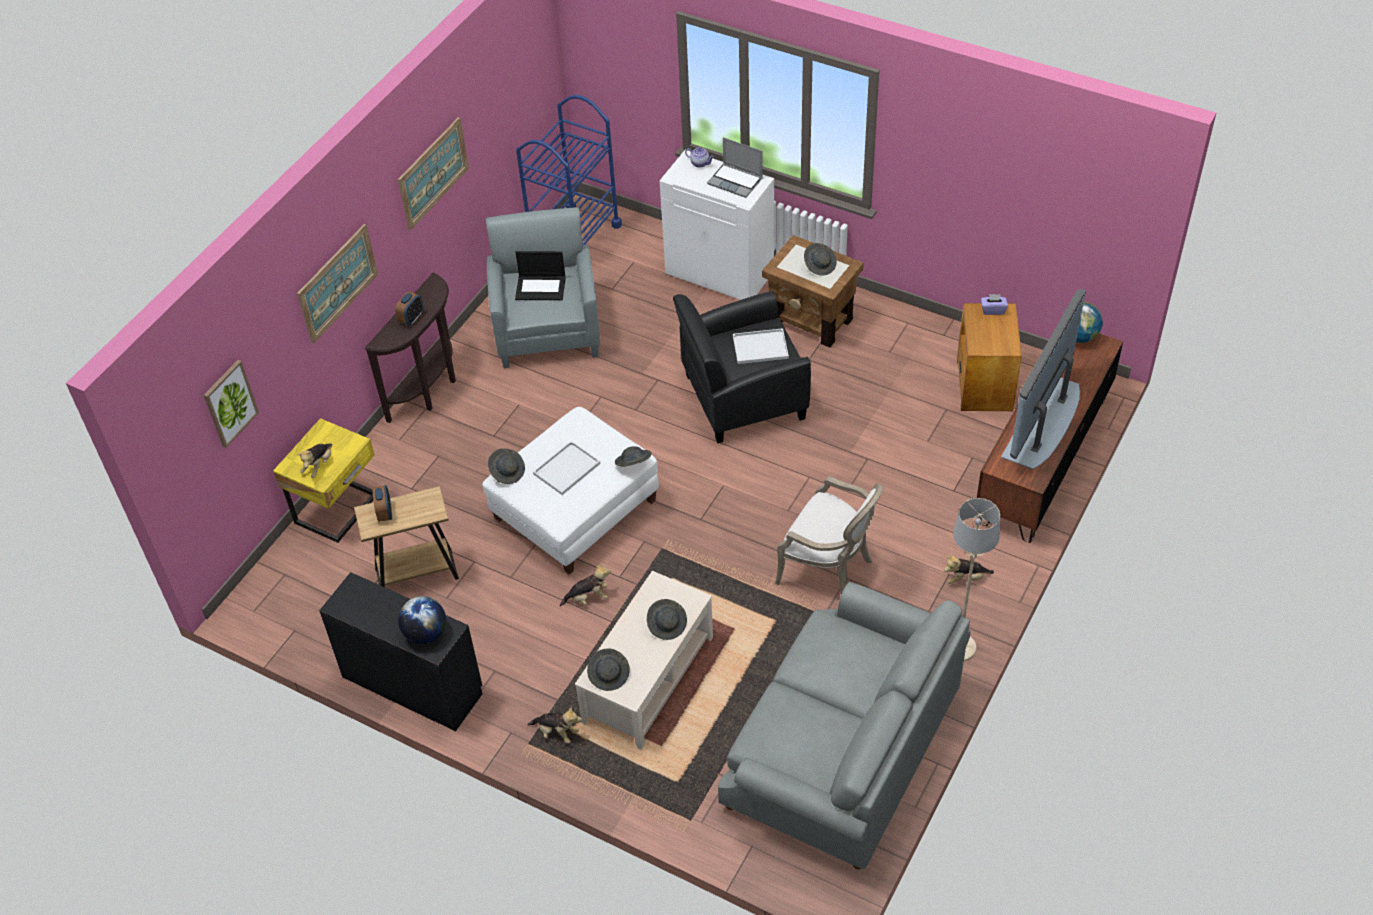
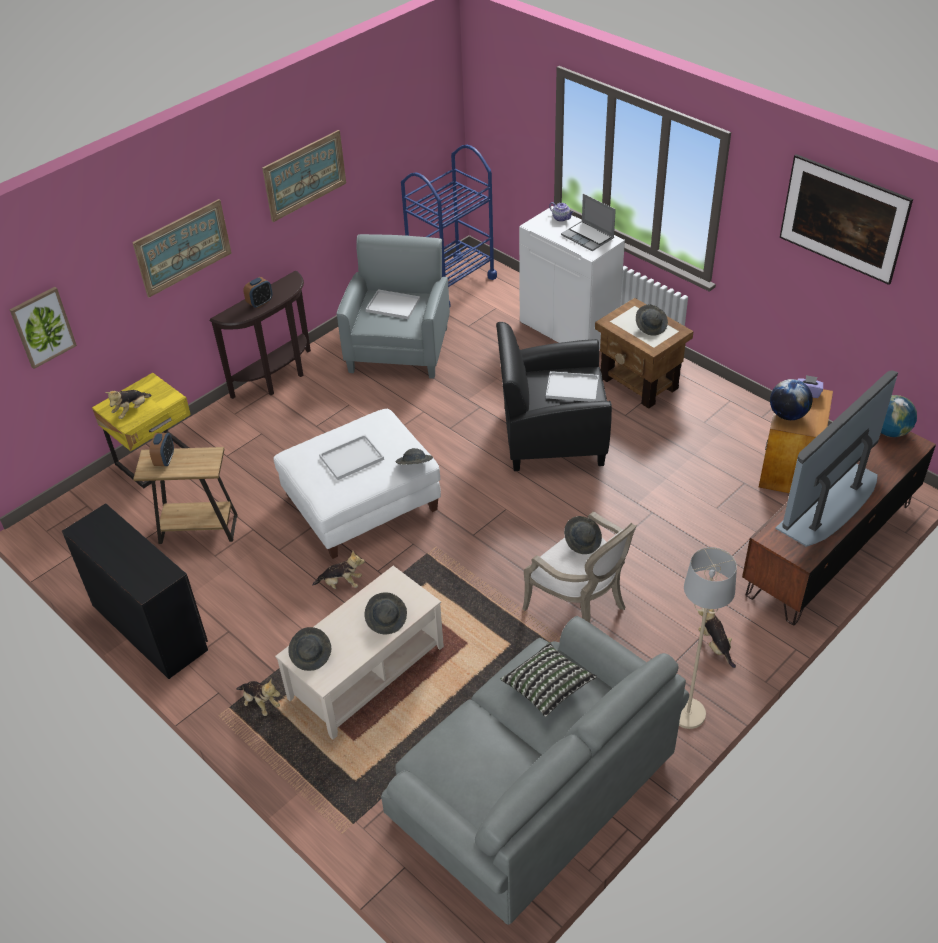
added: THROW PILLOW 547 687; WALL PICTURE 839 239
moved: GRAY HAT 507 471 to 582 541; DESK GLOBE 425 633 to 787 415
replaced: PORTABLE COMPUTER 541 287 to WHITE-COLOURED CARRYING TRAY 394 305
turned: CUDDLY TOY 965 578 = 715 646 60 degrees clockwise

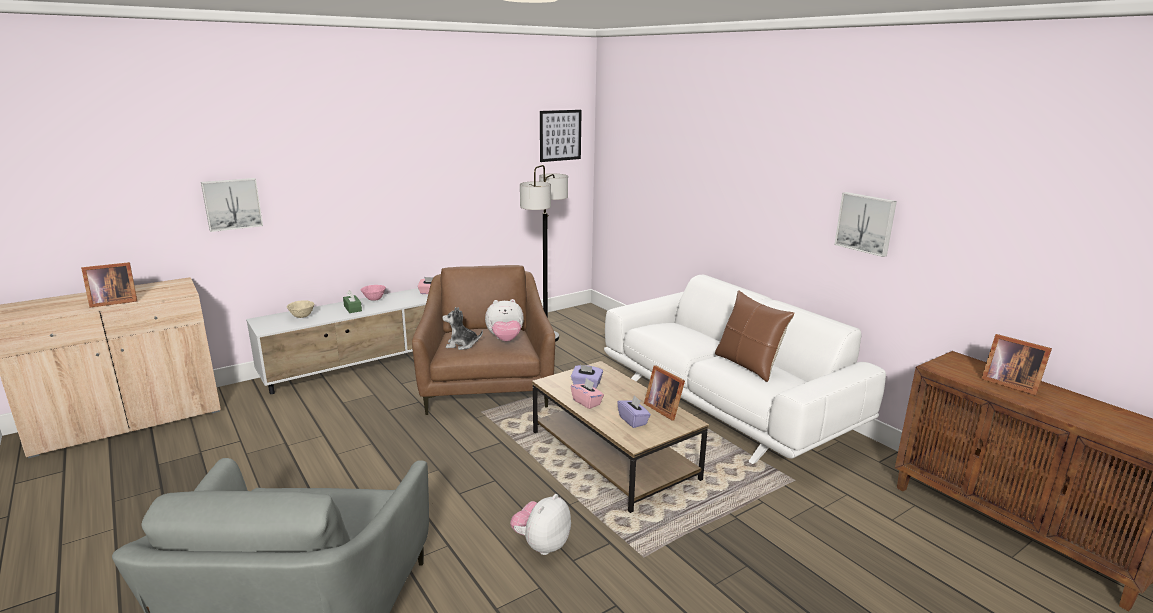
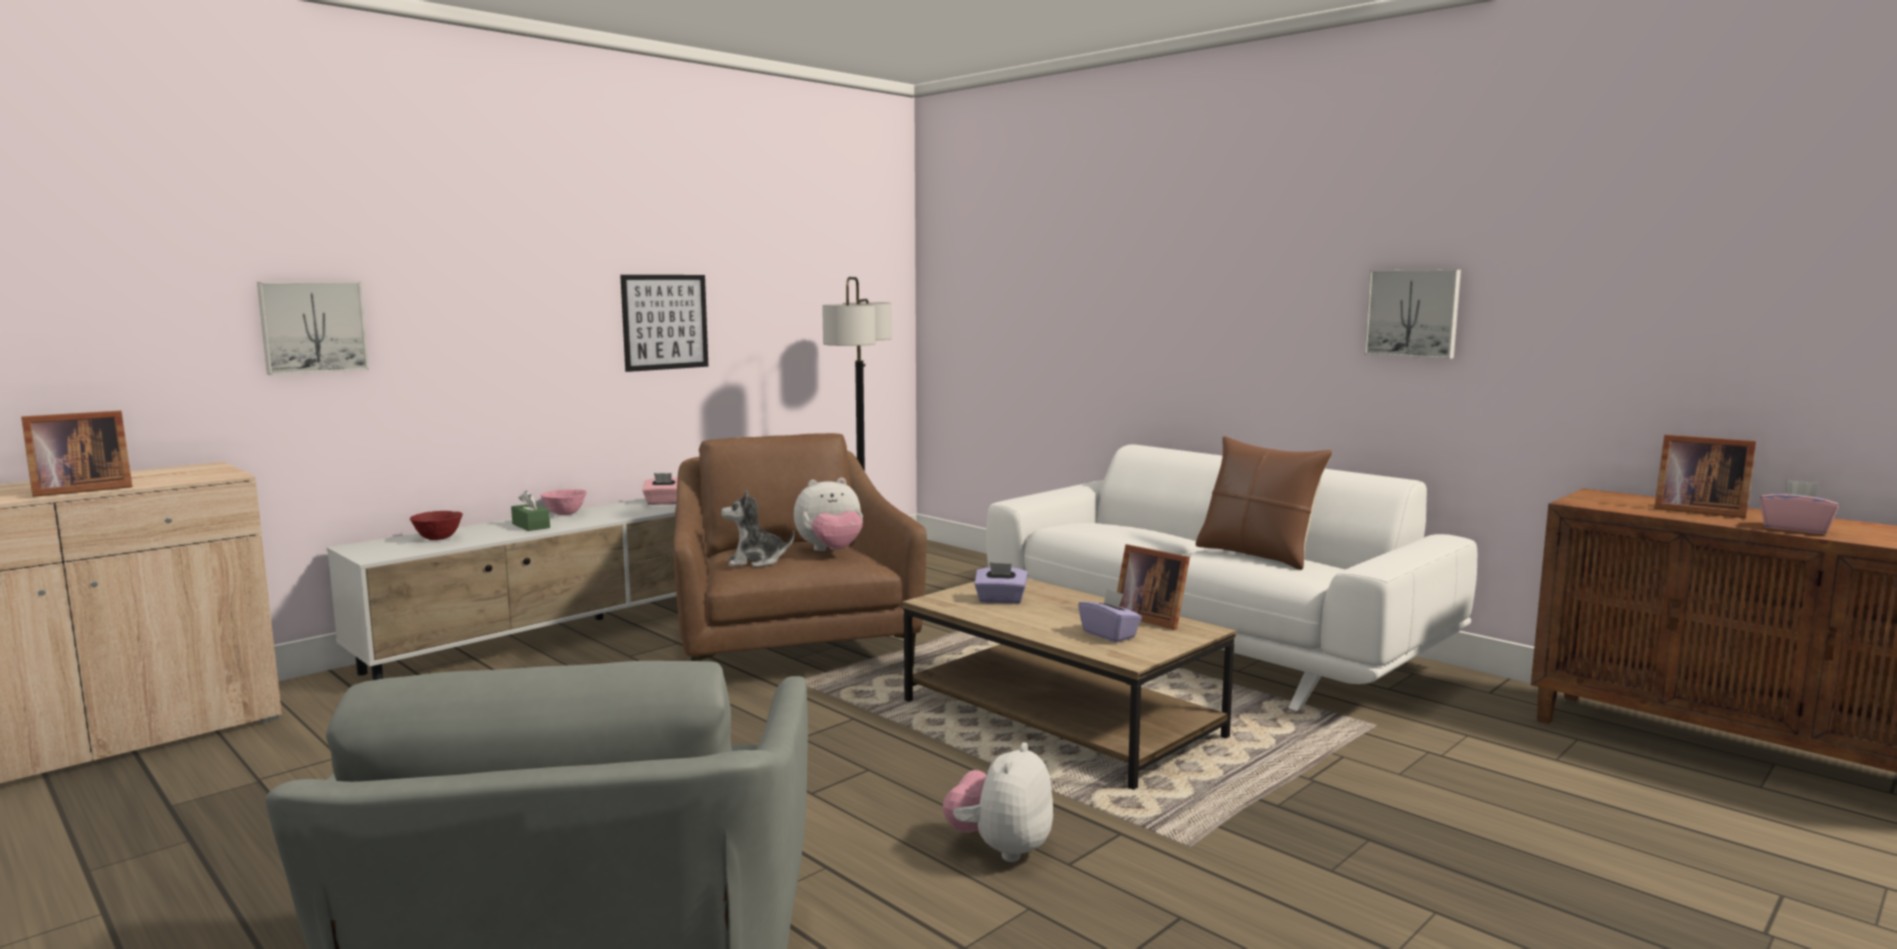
moved: WALL PICTURE 560 135 to 665 322; PINK-COLOURED TISSUE BOX 587 402 to 1795 529
recoloured: BEIGE BOWL 302 316 to RED-COLOURED BOWL 438 539

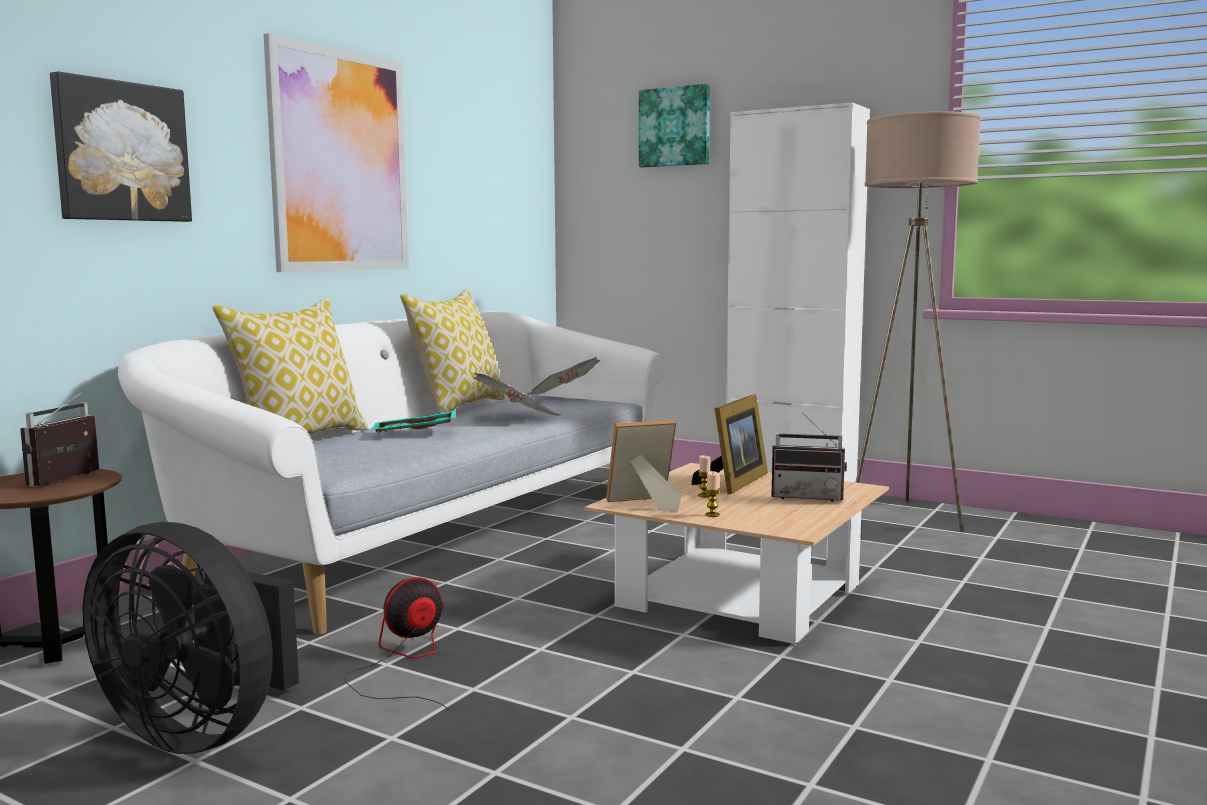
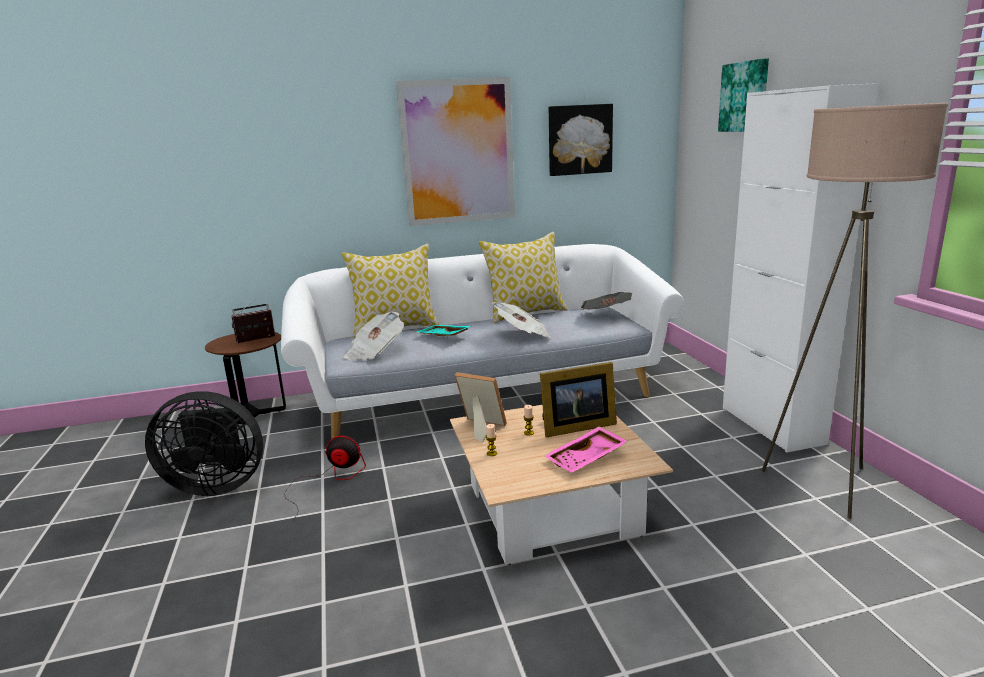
added: DAILY PAPER 375 352
moved: WALL PICTURE 120 152 to 579 140
replaced: RADIO SET 808 497 to PINK-COLOURED CARRYING TRAY 587 459
turned: BLACK-COLOURED ELECTRIC FAN 201 731 = 216 485 75 degrees counterclockwise

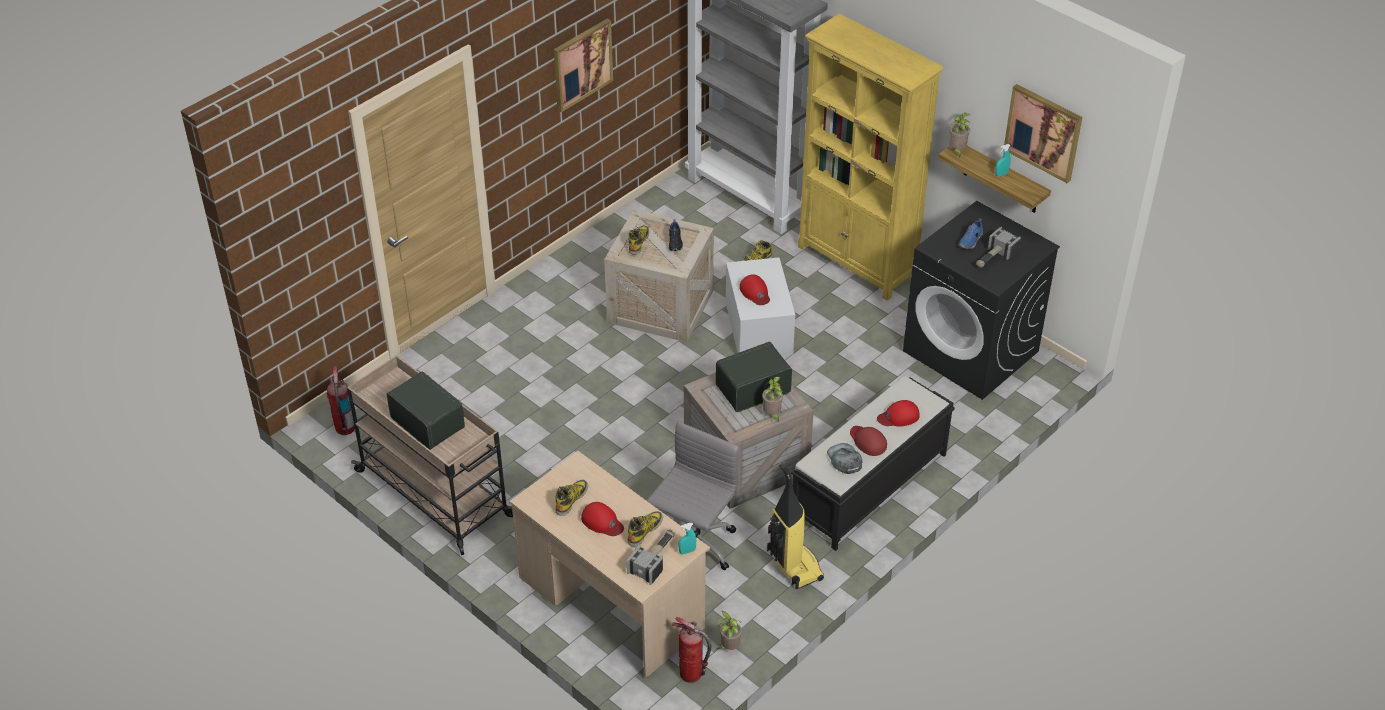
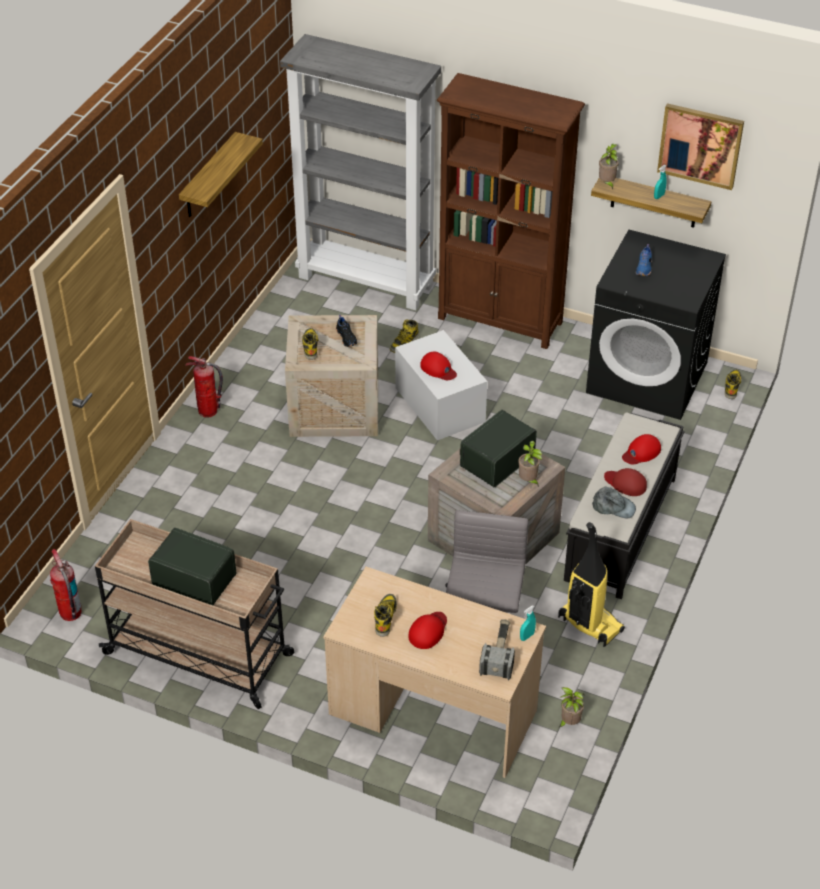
removed: TOOL HAMMER 993 257
moved: FIRE-FIGHTING CYLINDER 691 674 to 208 411; HIGH-TOP BOOT 645 530 to 732 386
replaced: WALL PICTURE 582 64 to WALL SHELF 209 177
recoloured: YELLOW SHELVING UNIT 857 263 to BROWNISH SHELVING UNIT 501 320
turned: RED-COLOURED BASEBALL CAP 602 522 = 428 631 75 degrees counterclockwise; GRAY BASEBALL CAP 844 460 = 613 507 150 degrees clockwise

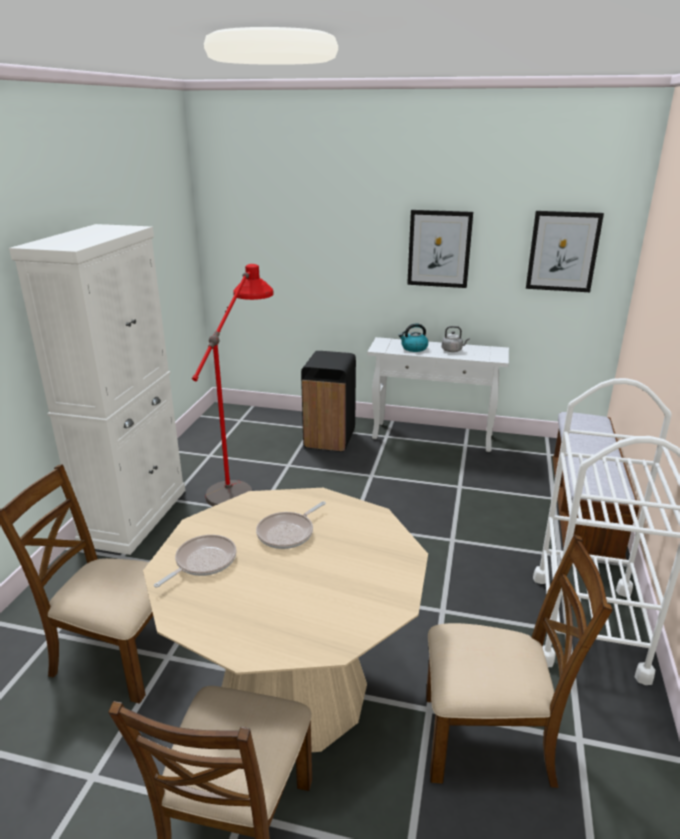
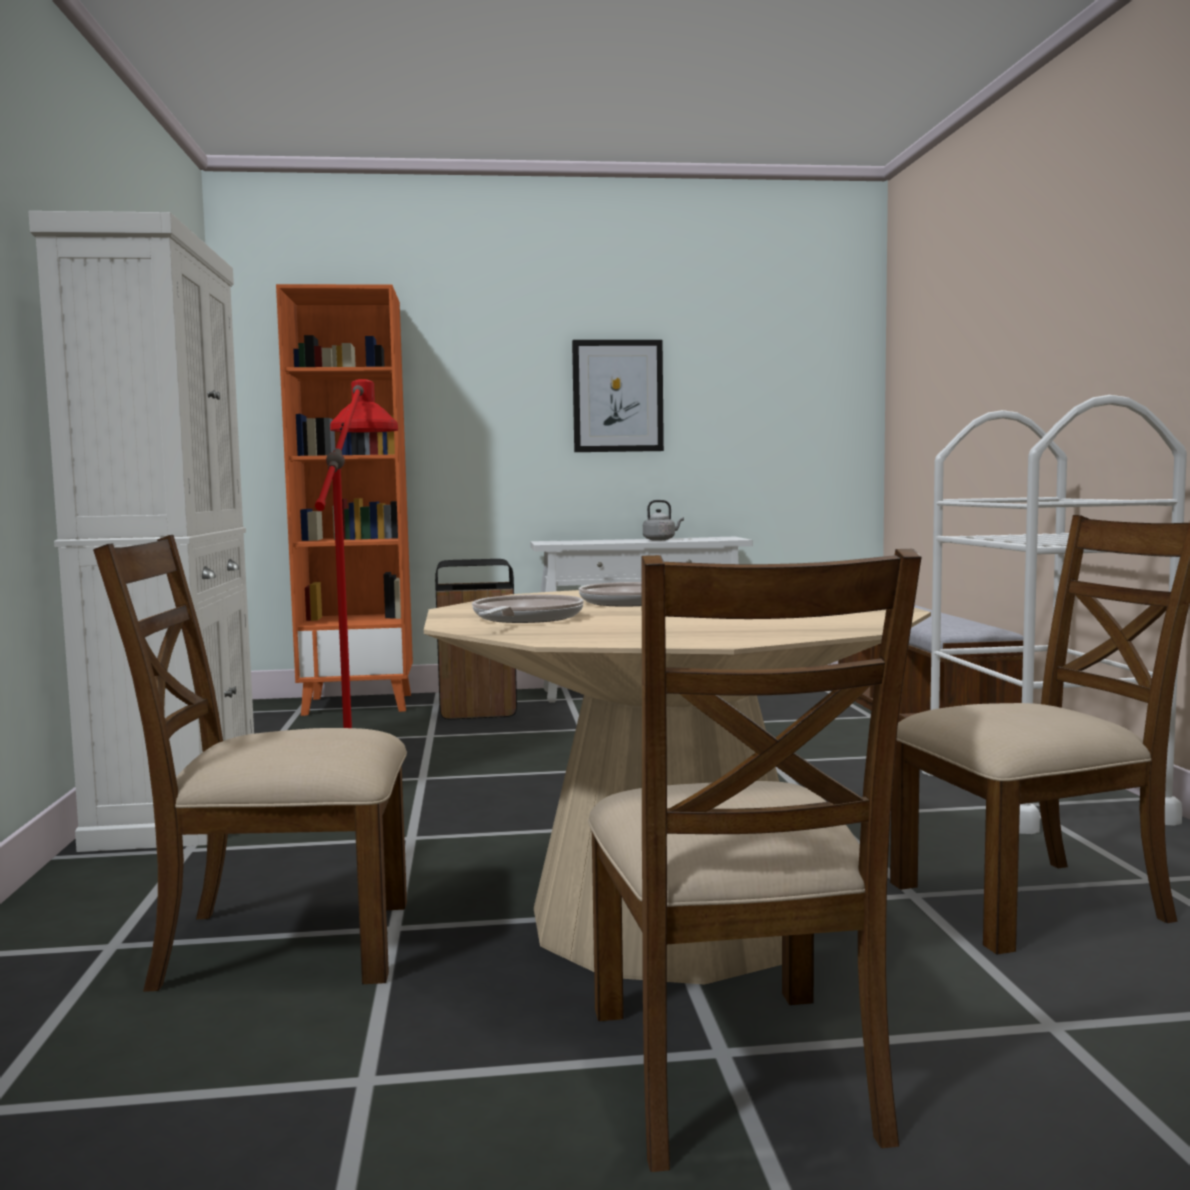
removed: TEA KETTLE 413 348; WALL PICTURE 563 251
added: ORANGEY SHELVING UNIT 359 704

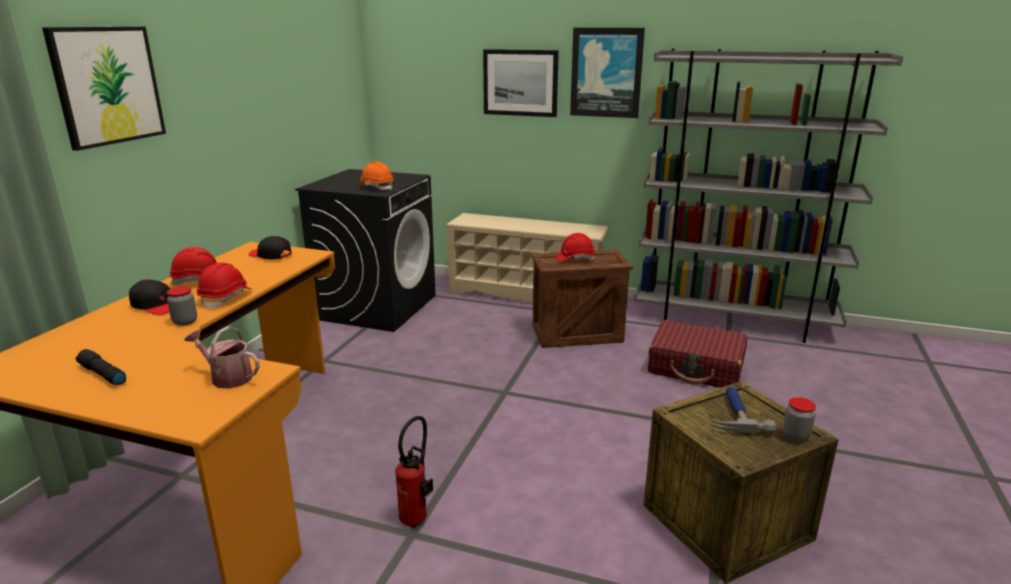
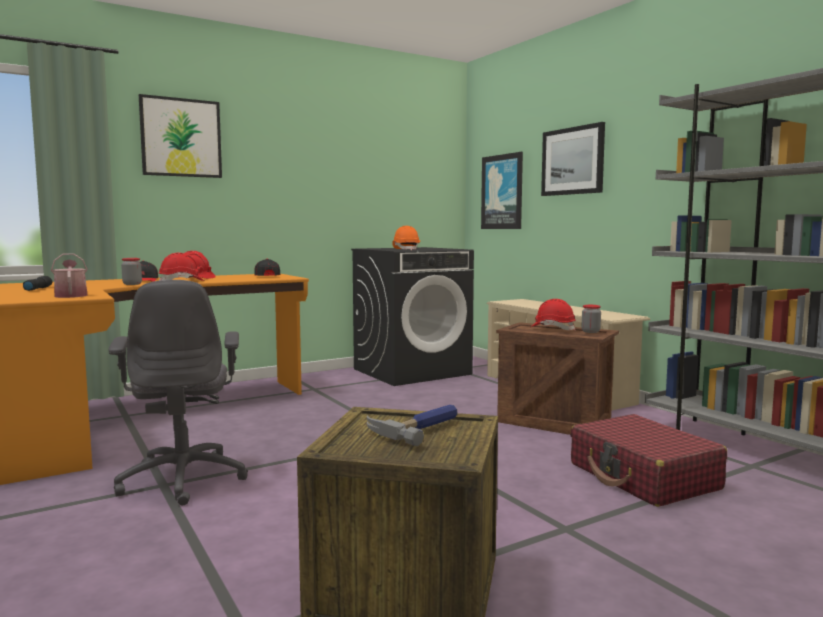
moved: WALL PICTURE 606 73 to 502 192; PRESERVE JAR 796 436 to 590 331
replaced: FIRE-FIGHTING CYLINDER 417 518 to GRAY OFFICE CHAIR 184 479

